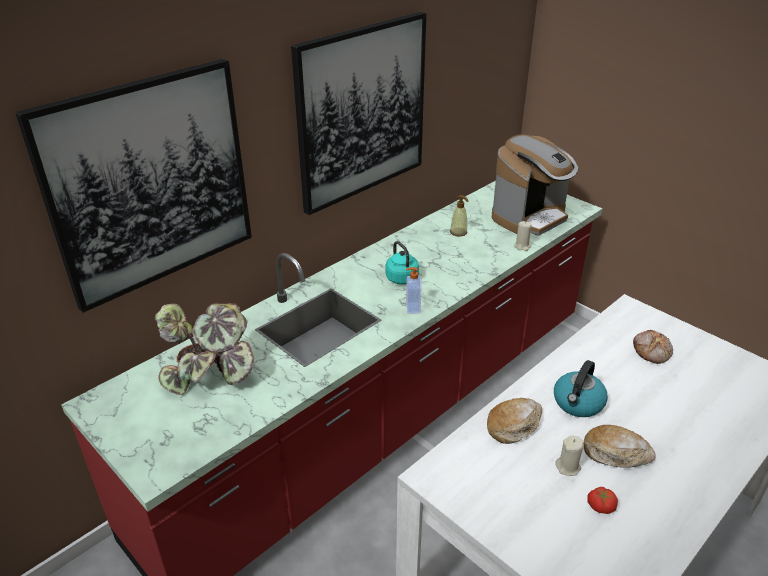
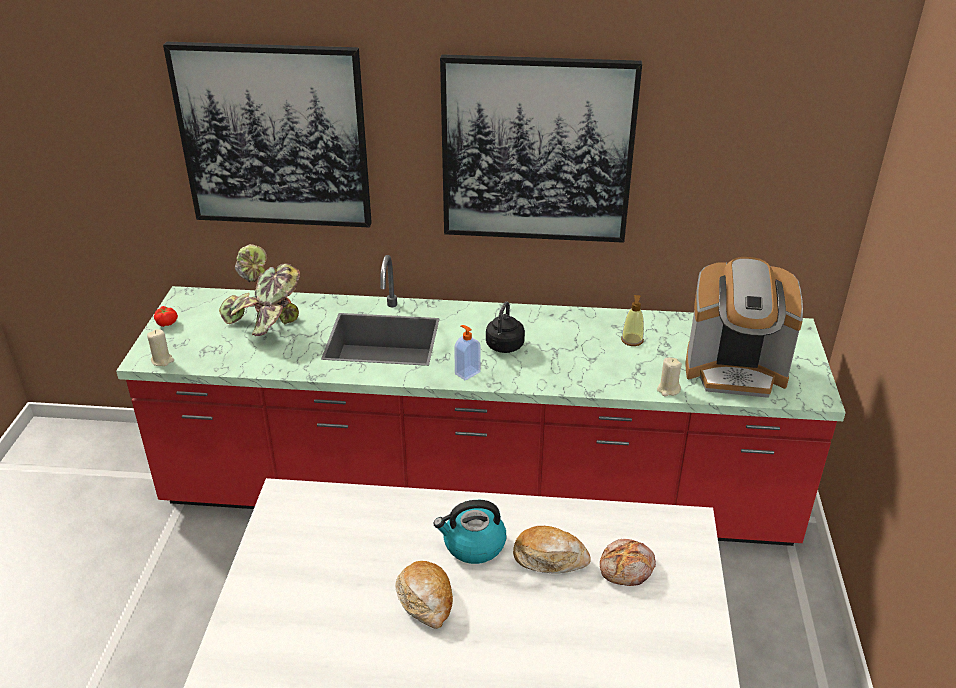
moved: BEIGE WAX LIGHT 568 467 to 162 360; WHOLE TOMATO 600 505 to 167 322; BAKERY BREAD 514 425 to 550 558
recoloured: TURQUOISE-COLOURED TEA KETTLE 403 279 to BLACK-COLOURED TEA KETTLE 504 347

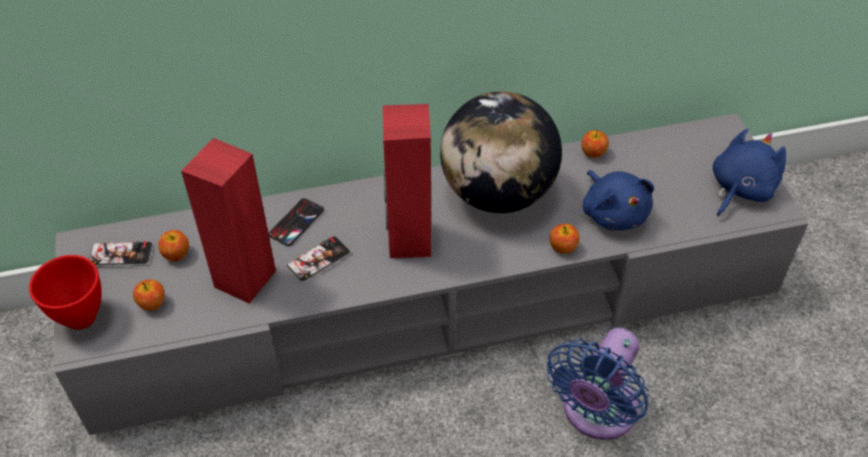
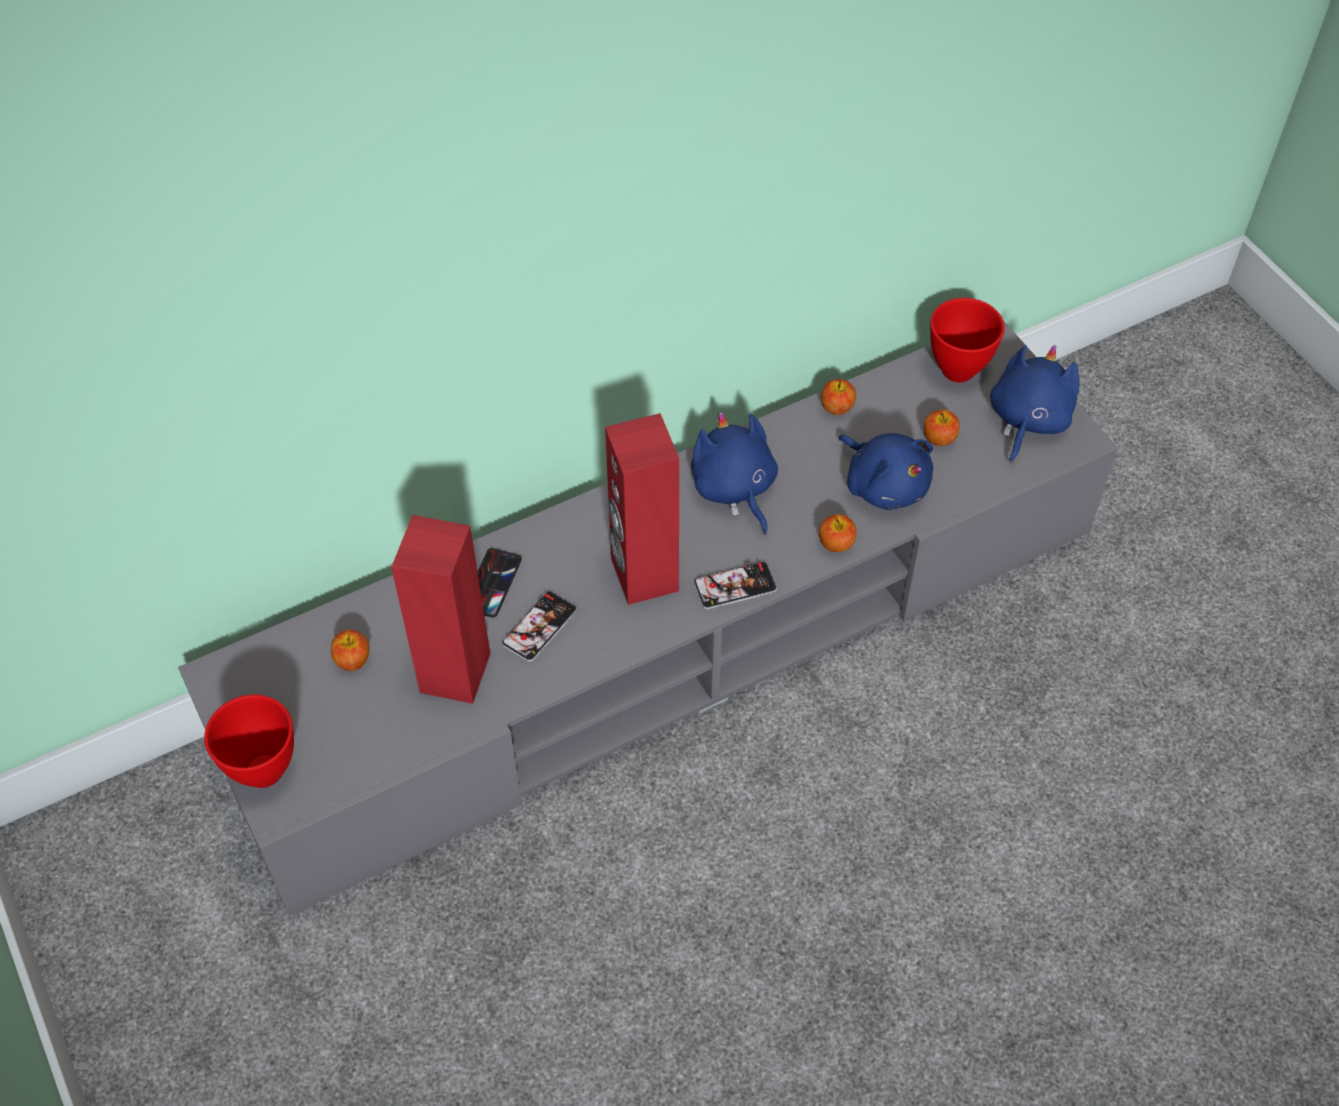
removed: BLUISH ELECTRIC FAN 595 413
added: RED-COLOURED BOWL 959 371
moved: PHONE 121 255 to 735 586; APPLE 152 303 to 939 438
replaced: DESK GLOBE 497 193 to BLUISH CUDDLY TOY 734 489

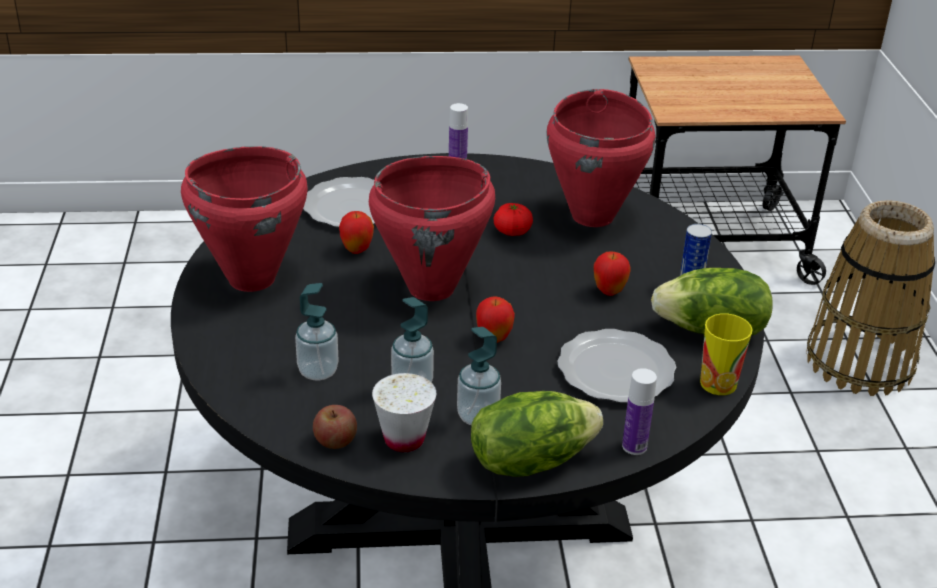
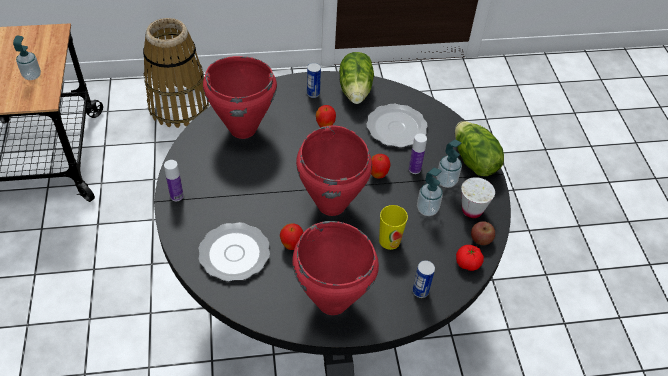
added: SEALED CAN 420 291
moved: SOAP DISPENSER 318 371 to 32 75; SMALL CUP 718 383 to 389 241; DRINK BOTTLE 634 446 to 414 169; WHOLE TOMATO 512 231 to 467 263

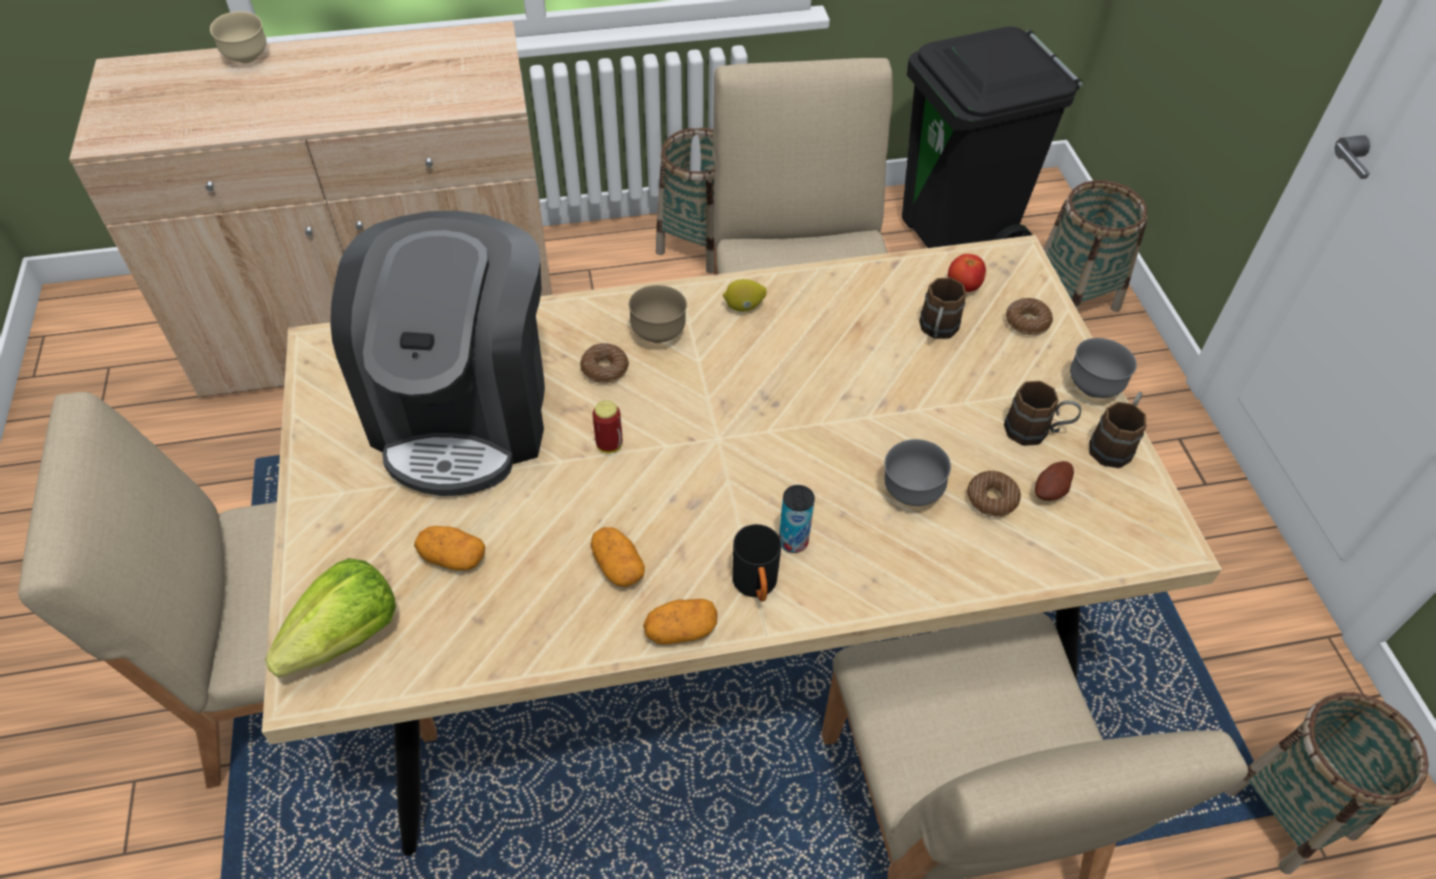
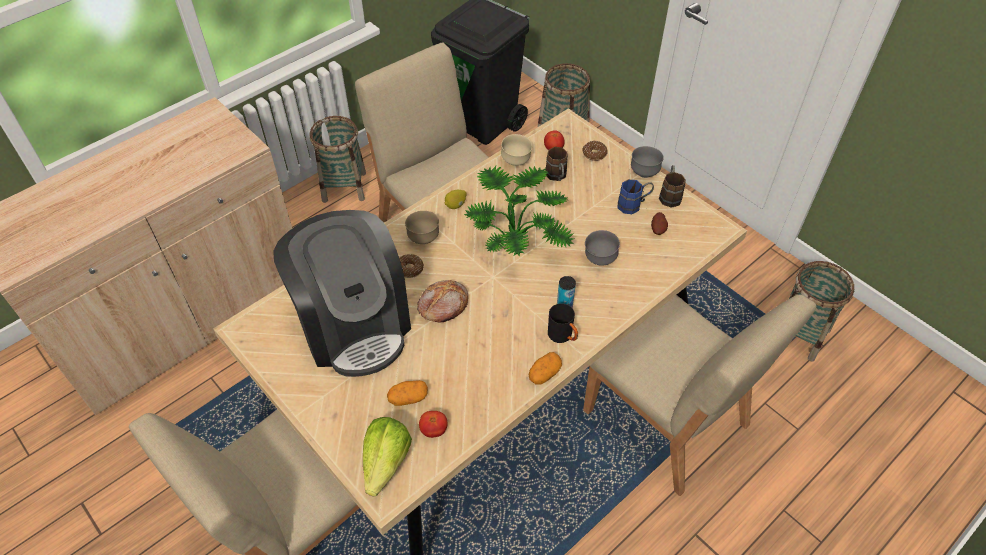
removed: WHOLE POTATO 618 566; DONUT 991 499
added: WHOLE TOMATO 434 430; POTTED PLANT 518 240
moved: BEIGE BOWL 247 59 to 516 162
replaced: SEALED CAN 609 445 to BAKERY BREAD 442 305
recoloured: BROWNISH COFFEE MUG 1036 432 to BLUISH COFFEE MUG 633 205

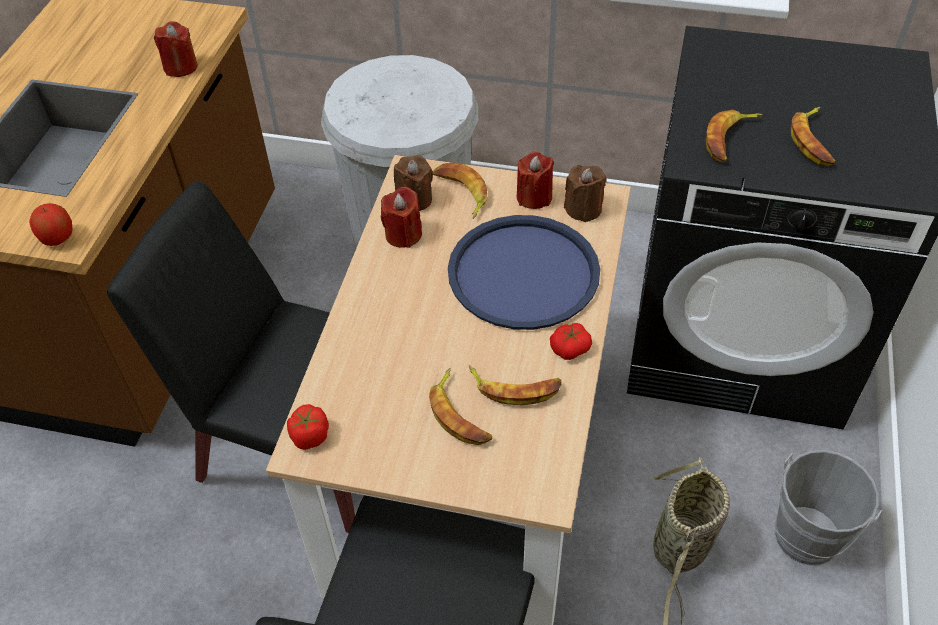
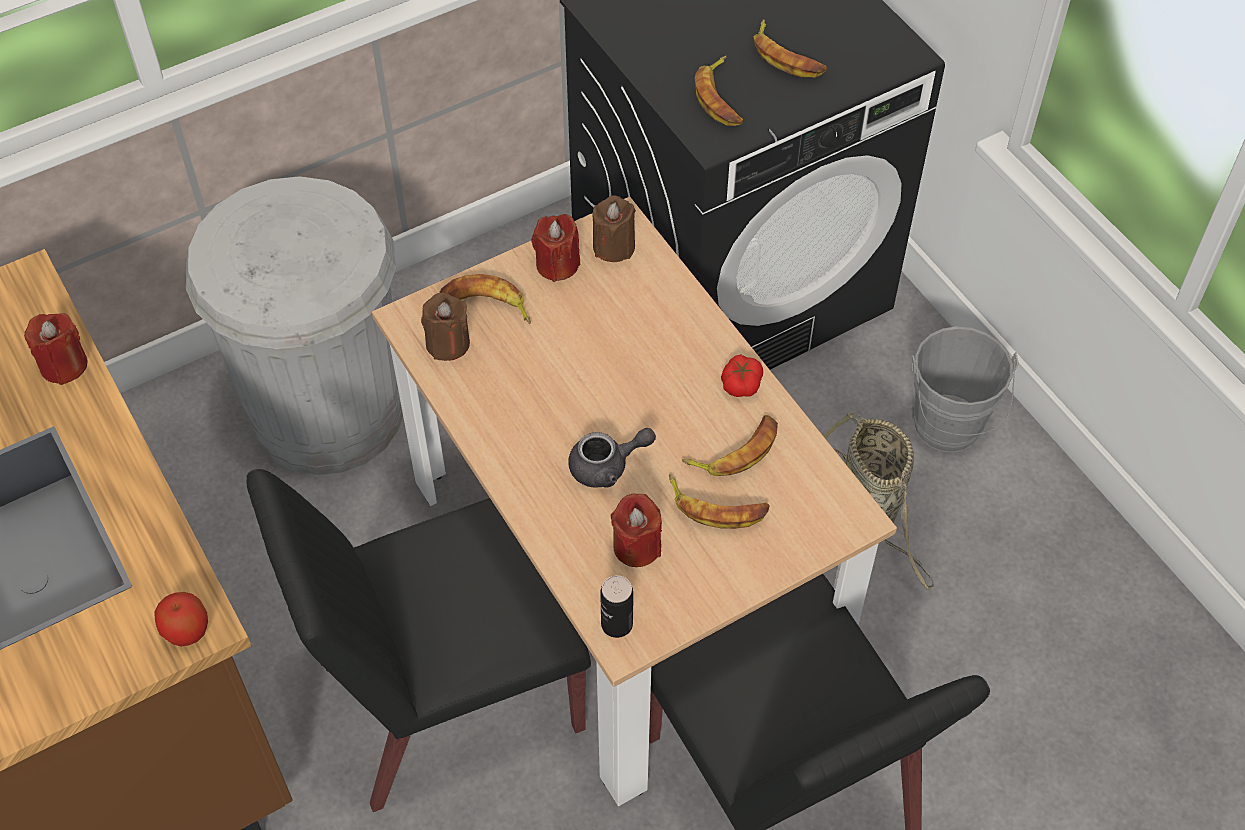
removed: BLUISH CARRYING TRAY 523 273
added: GRAY TEA POT 607 466
moved: RED-COLOURED WAX LIGHT 403 234 to 637 546
replaced: WHOLE TOMATO 310 436 to SEALED CAN 617 624

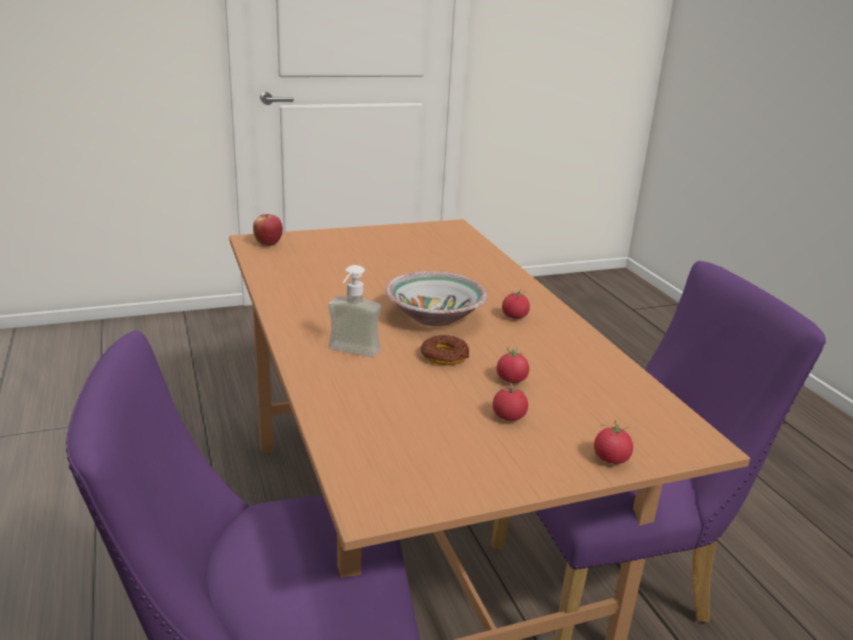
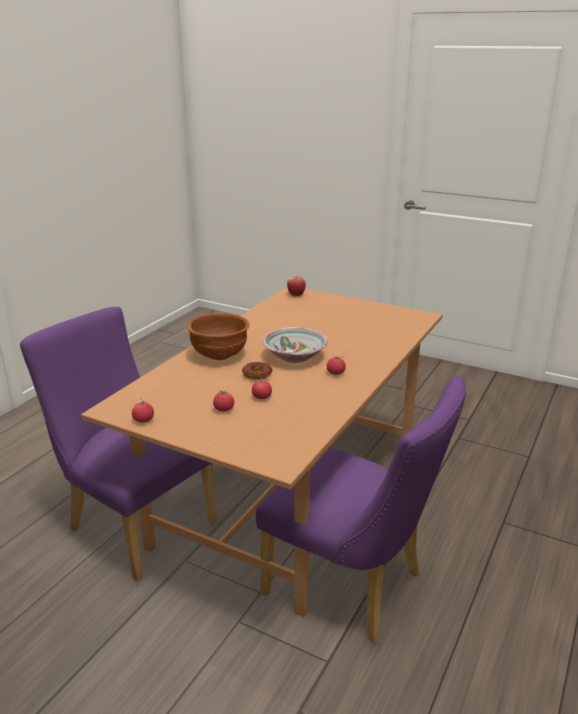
moved: WHOLE TOMATO 611 459 to 143 420
replaced: SOAP DISPENSER 350 354 to BROWNISH BOWL 220 356

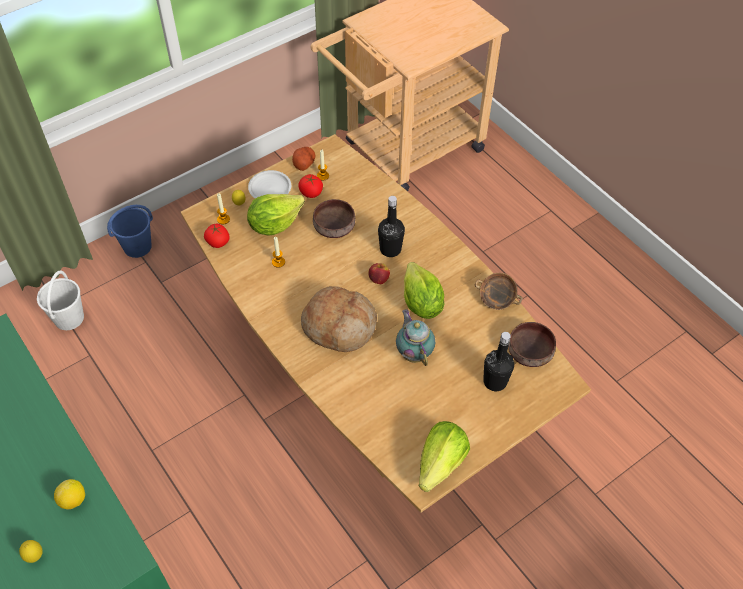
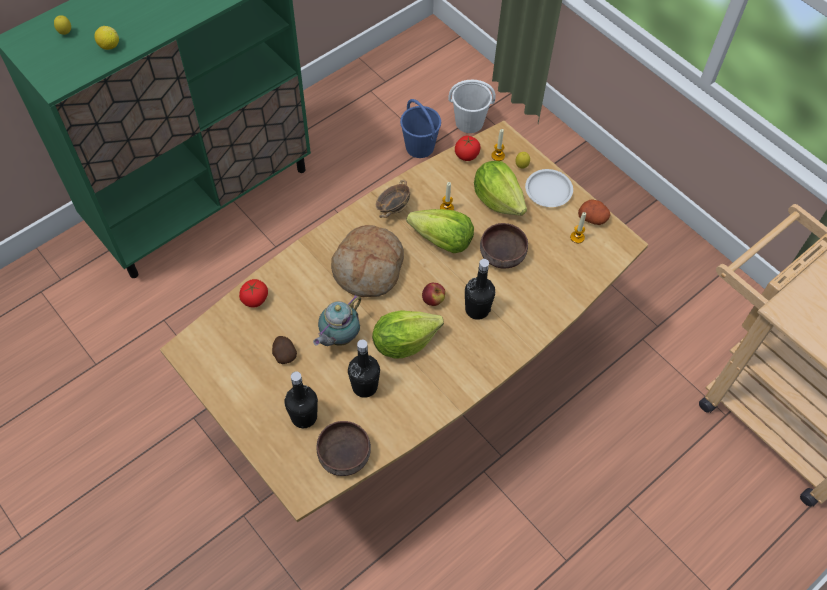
added: WHOLE POTATO 284 354; BLACK-COLOURED DRINK BOTTLE 365 386
moved: WHOLE TOMATO 311 193 to 255 299; BOWL 496 300 to 392 207; BLUISH PAIL 138 246 to 420 147; LETTUCE 440 464 to 442 241
turned: TEA POT 414 352 = 338 337 150 degrees clockwise

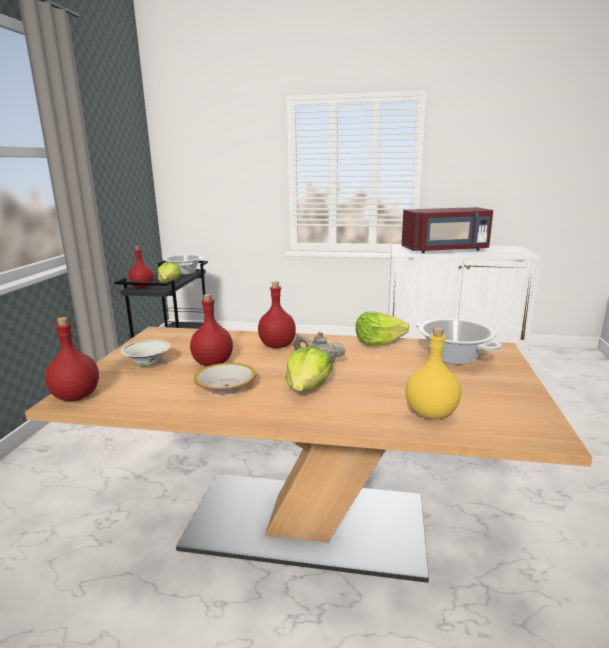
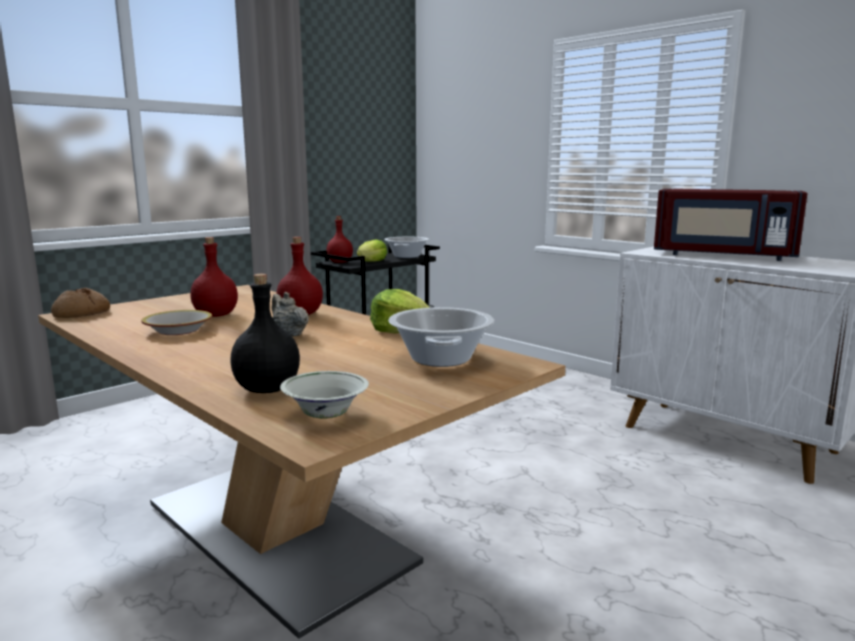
removed: LETTUCE 307 388
moved: WHITE-COLOURED BOWL 148 365 to 325 416
replaced: RED-COLOURED DRINK BOTTLE 77 396 to BAKERY BREAD 82 314
recoloured: YELLOW DRINK BOTTLE 431 414 to BLACK-COLOURED DRINK BOTTLE 266 389

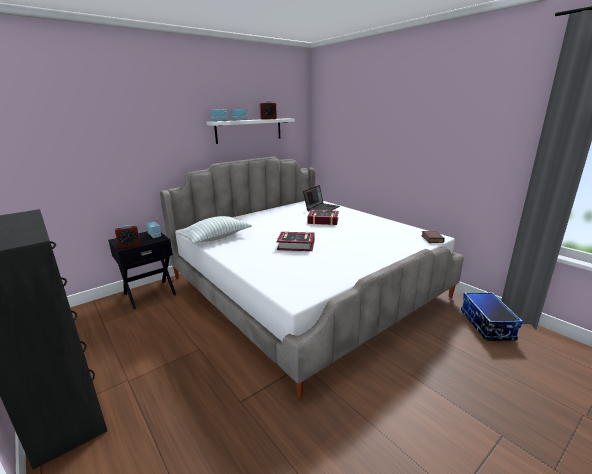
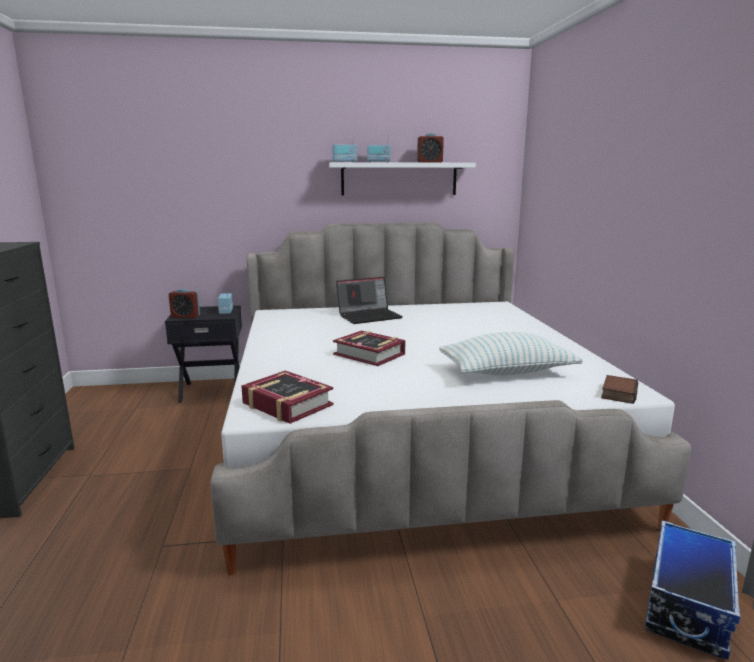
moved: BOUND BOOK 323 221 to 287 404; PORTABLE COMPUTER 321 208 to 369 316; THROW PILLOW 216 238 to 506 372

